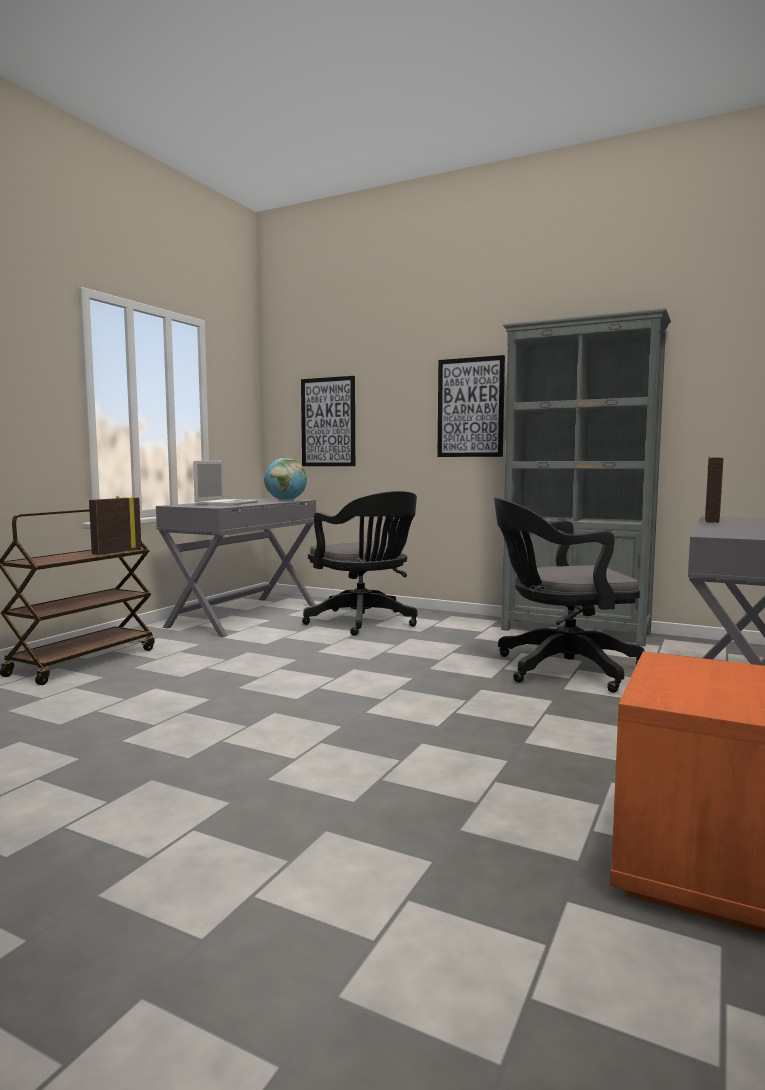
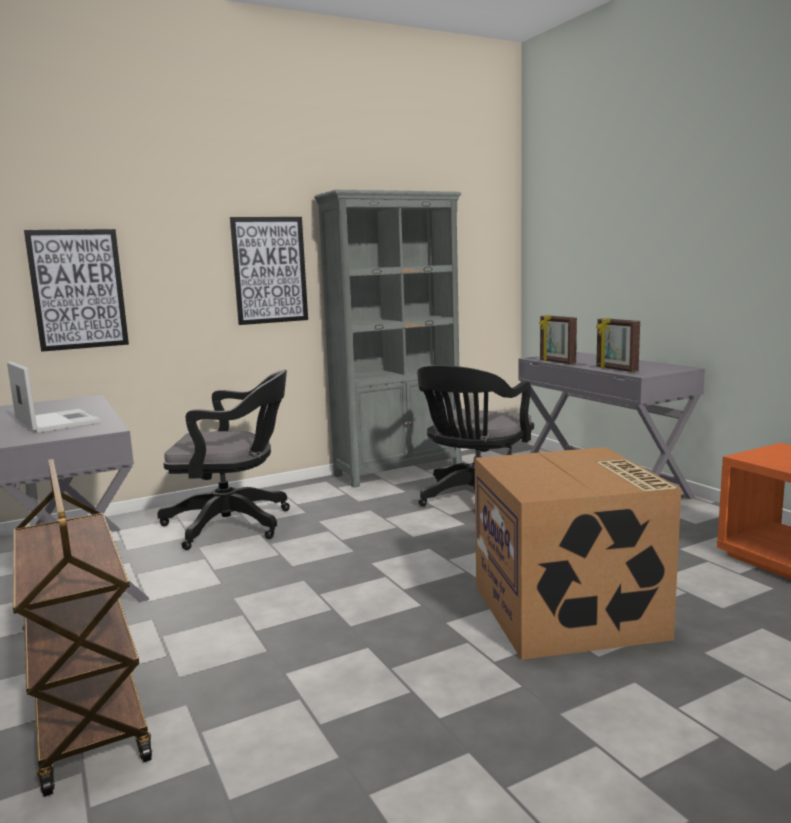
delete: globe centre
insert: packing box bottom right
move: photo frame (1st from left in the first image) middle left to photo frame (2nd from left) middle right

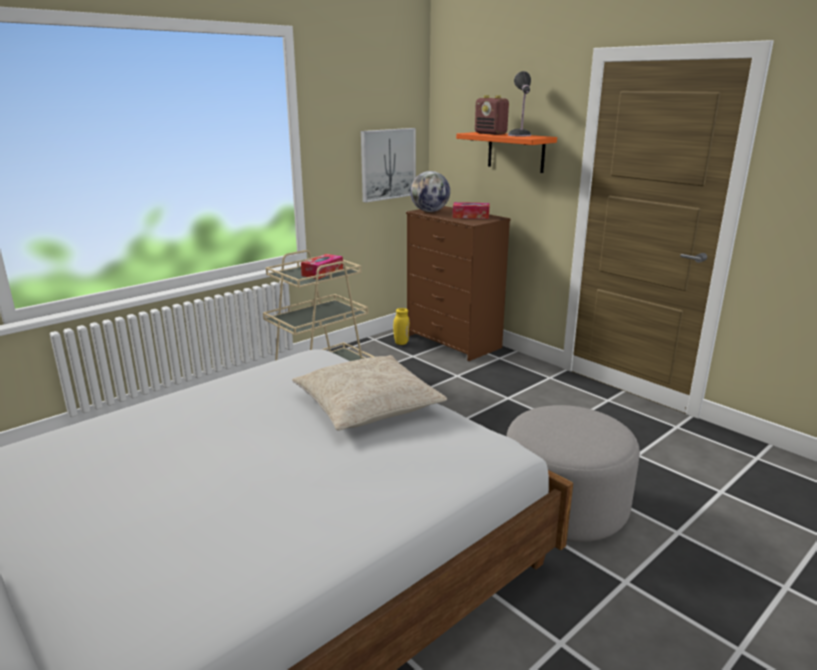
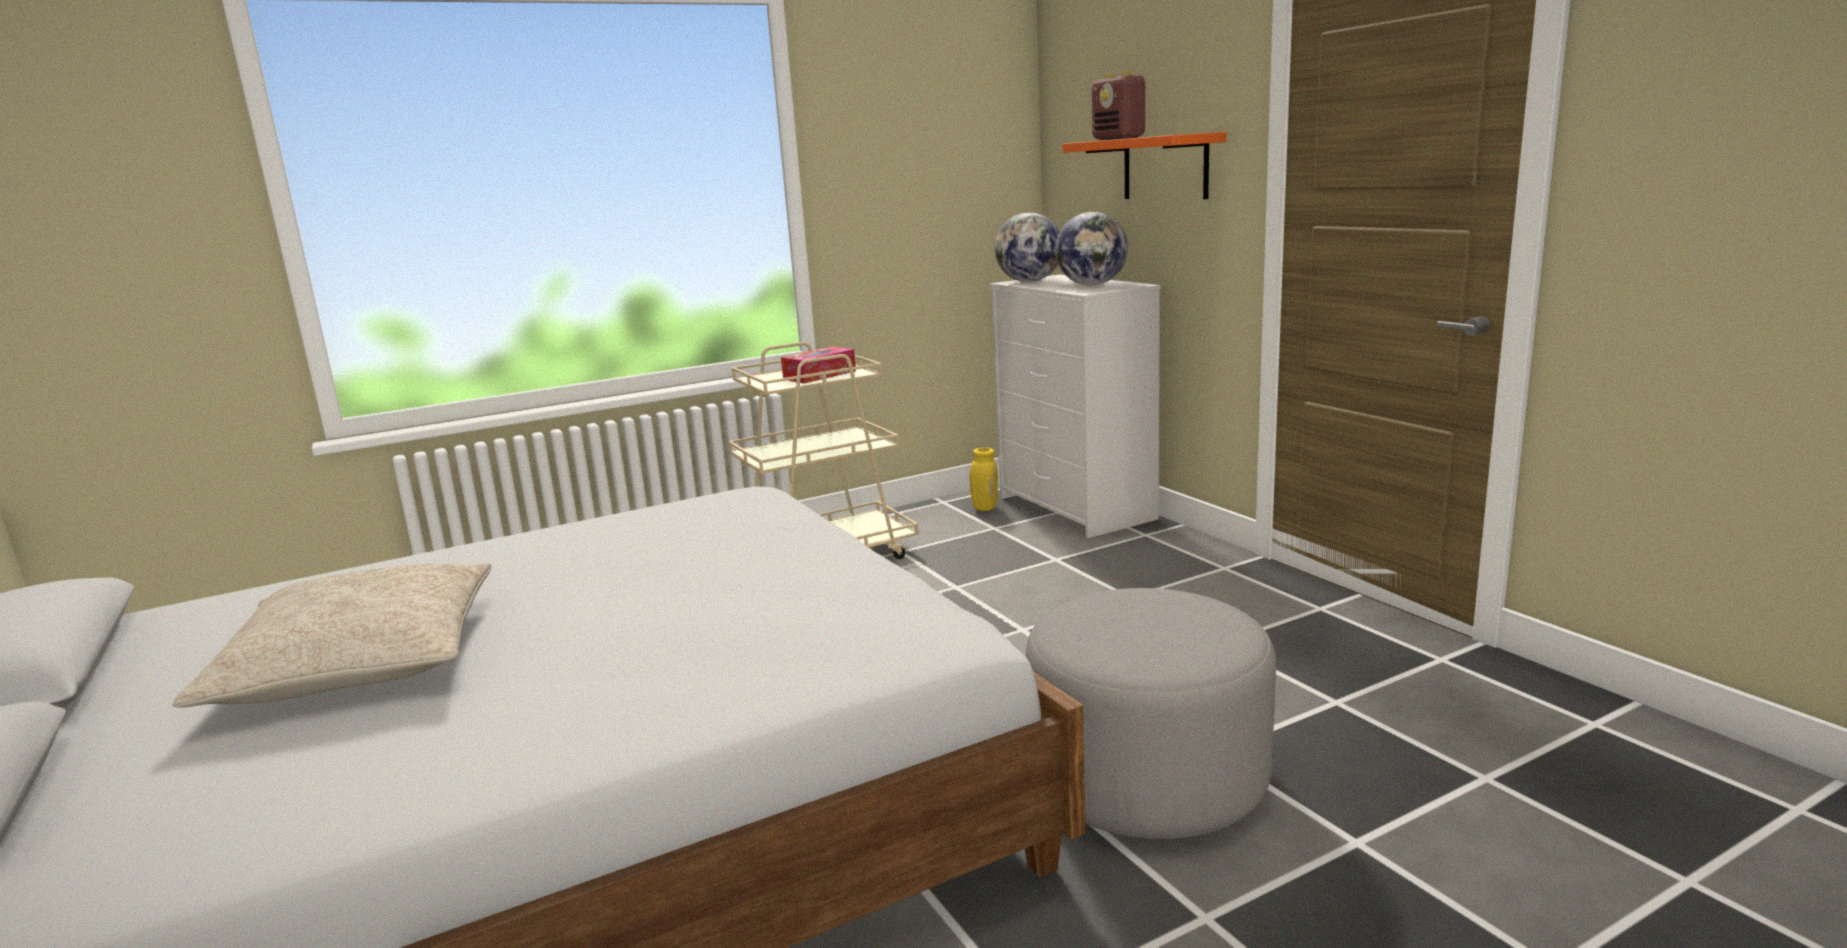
delete: picture top centre; lamp for a table top centre
move: beige-coloured throw pillow centre to bottom left
replace: tissue holder (2nd from left) top centre to globe (2nd from left) top centre
recolor: brownish drawer chest centre to white drawer chest centre

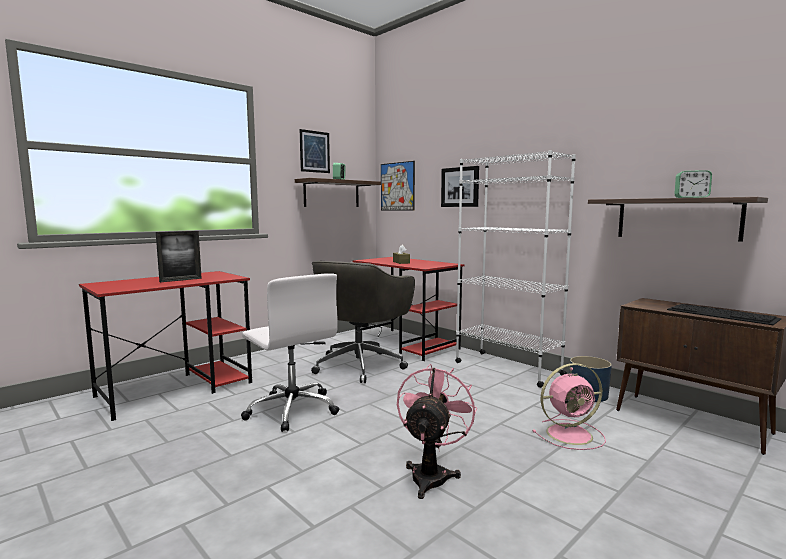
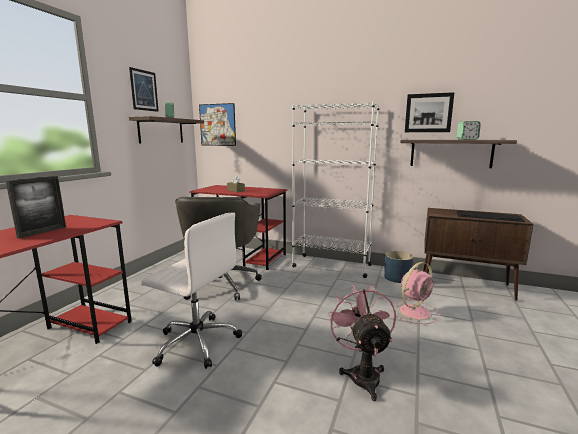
move: picture (3rd from left) top centre to top right

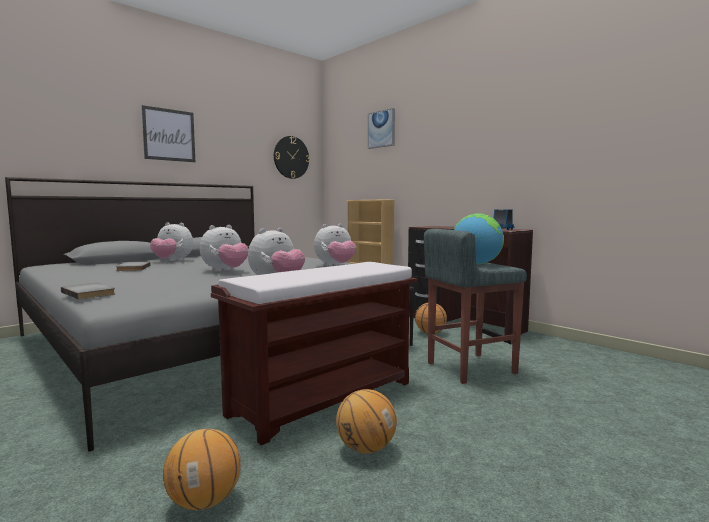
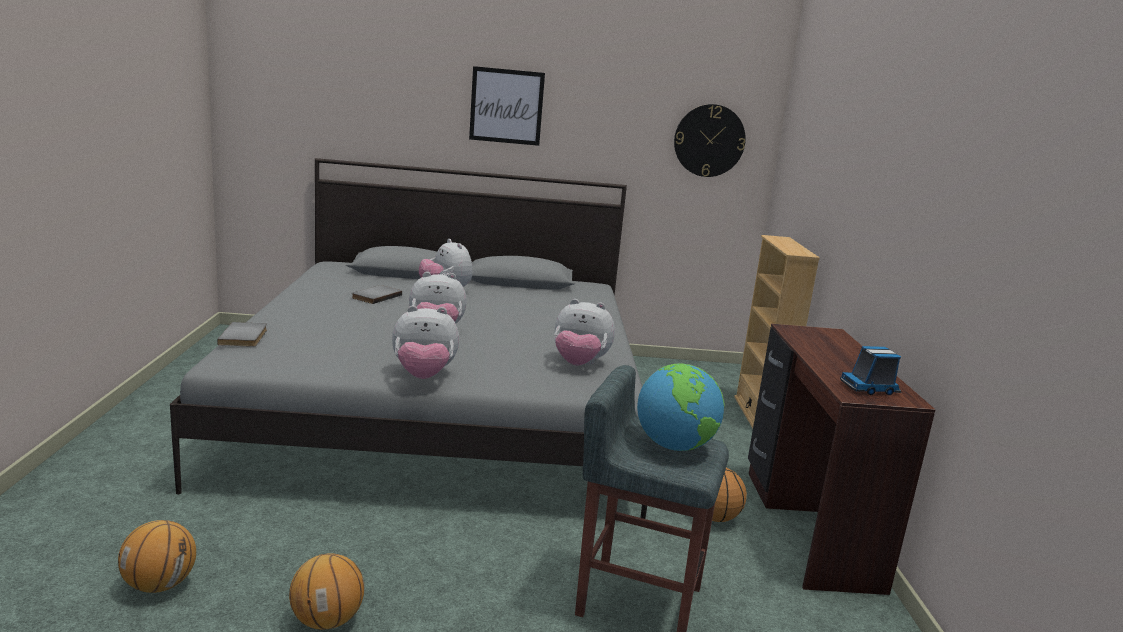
delete: brownish long seat bottom centre; picture (2nd from left) top centre

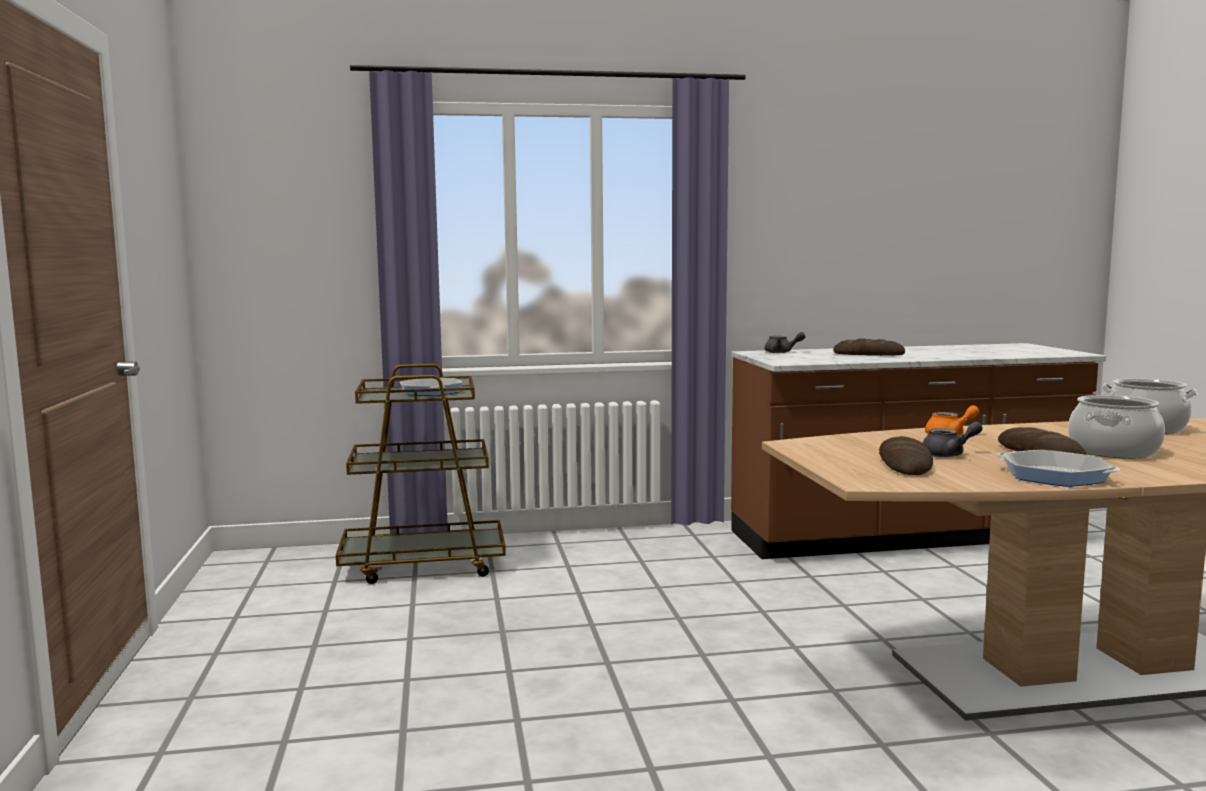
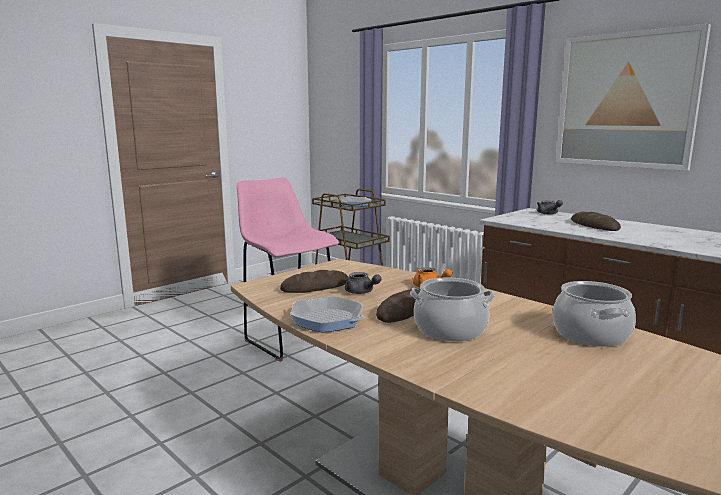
insert: pink stool centre; picture top right
rotate: pan (2nd from left in the first image) middle right = centre 60 degrees counterclockwise

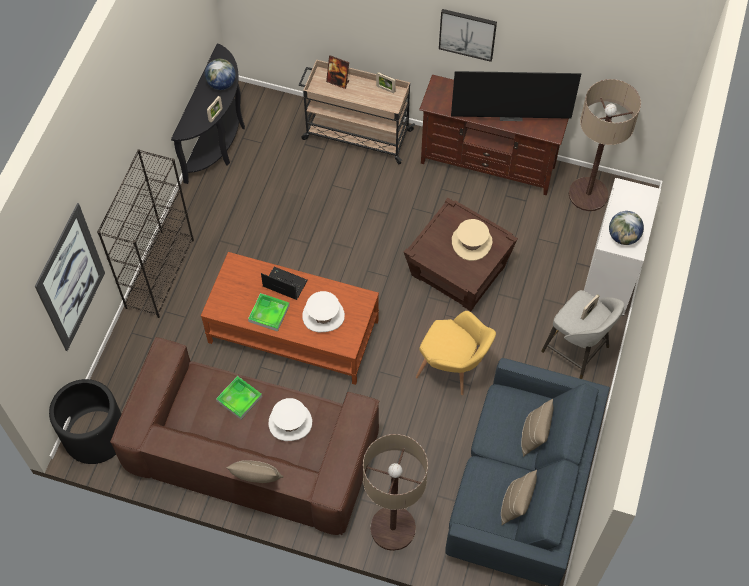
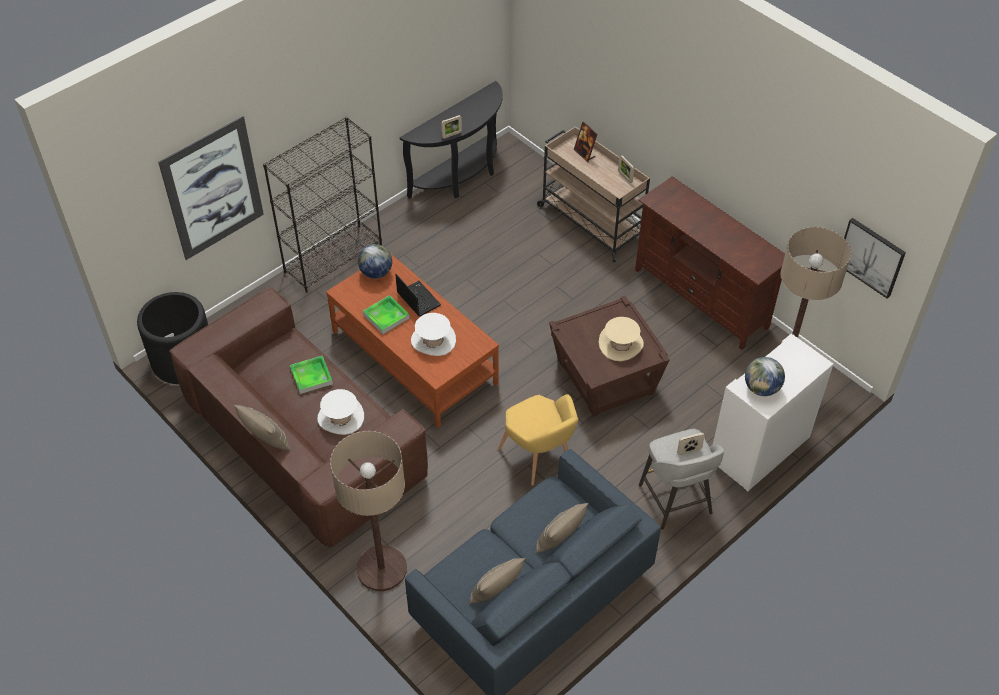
delete: TV top right
move: globe (1st from left) top left to centre; picture (2nd from left) top centre to middle right

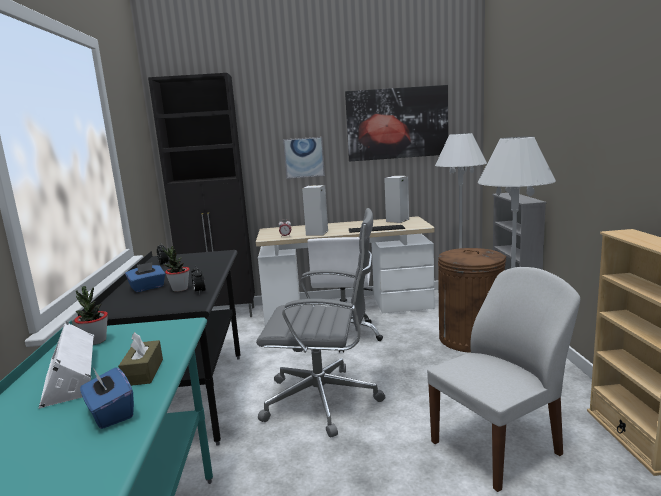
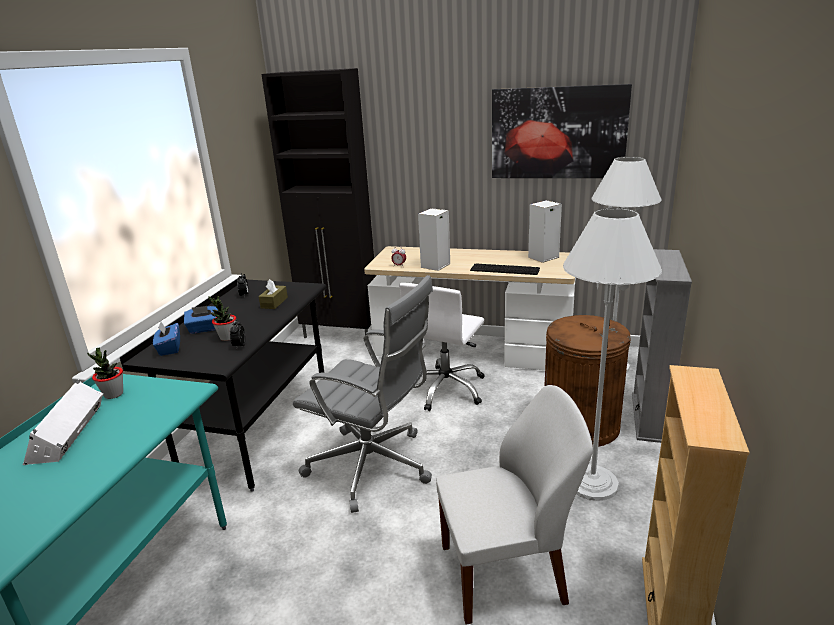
delete: picture (1st from left) top centre
move: bluish tissue holder (1st from left) bottom left to middle left; brownish tissue holder bottom left to middle left

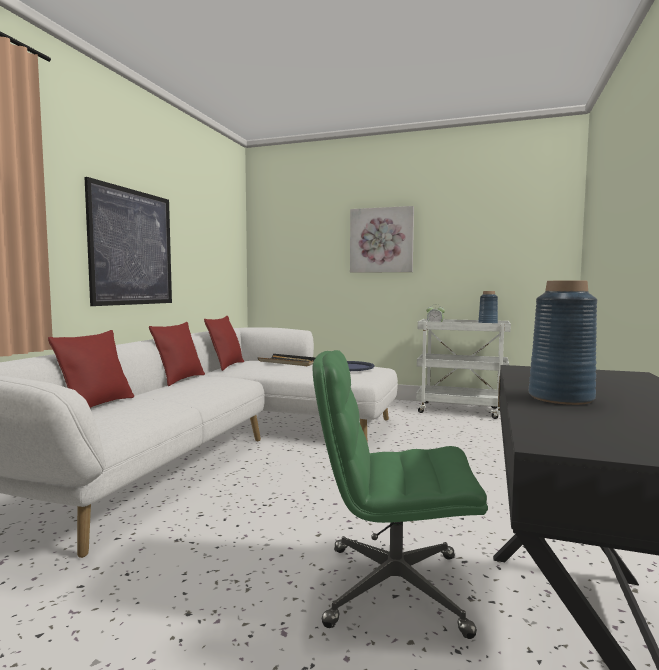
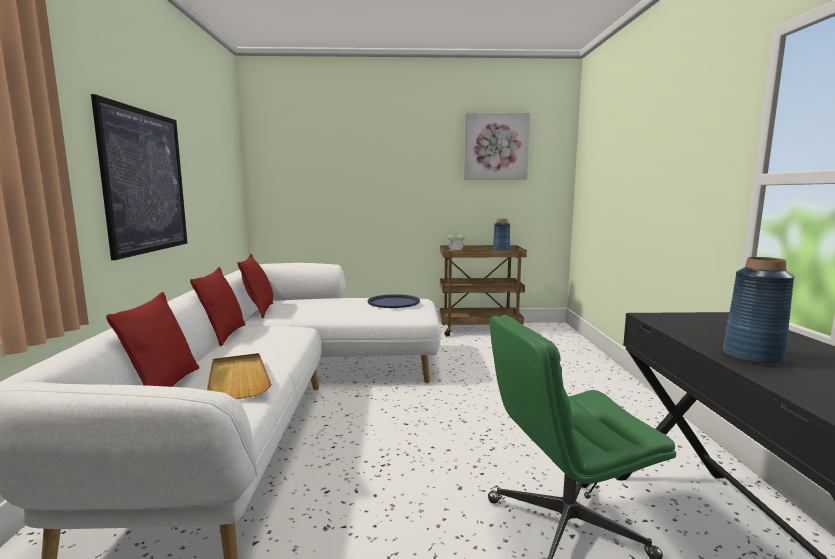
delete: black-coloured serving tray centre
insert: beige-coloured serving tray bottom left
move: picture (2nd from left) centre to top centre
recolor: white trolley middle right to brownish trolley centre

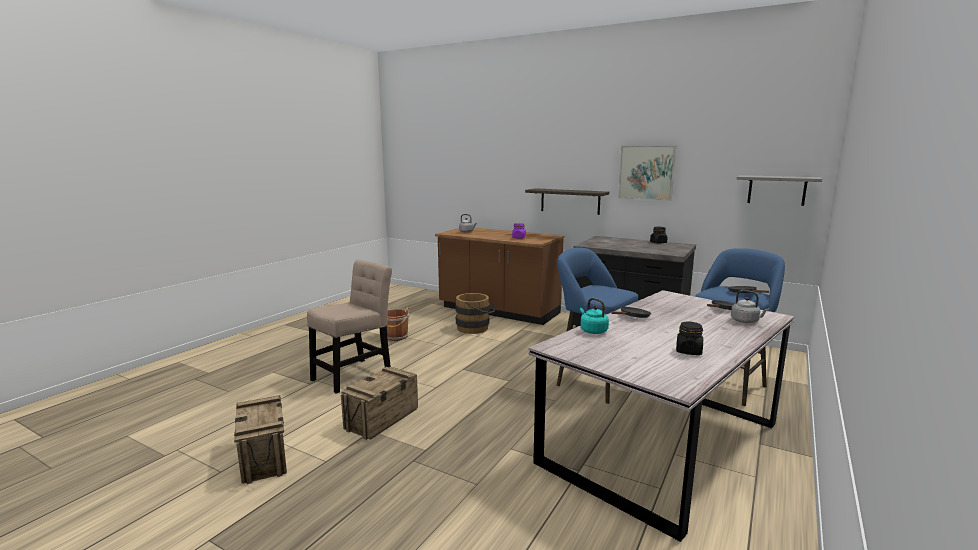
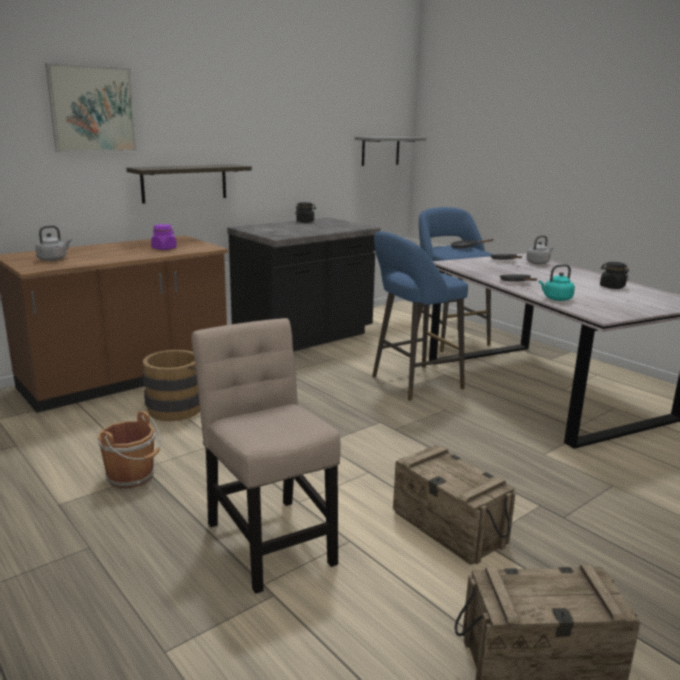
move: picture top centre to top left

